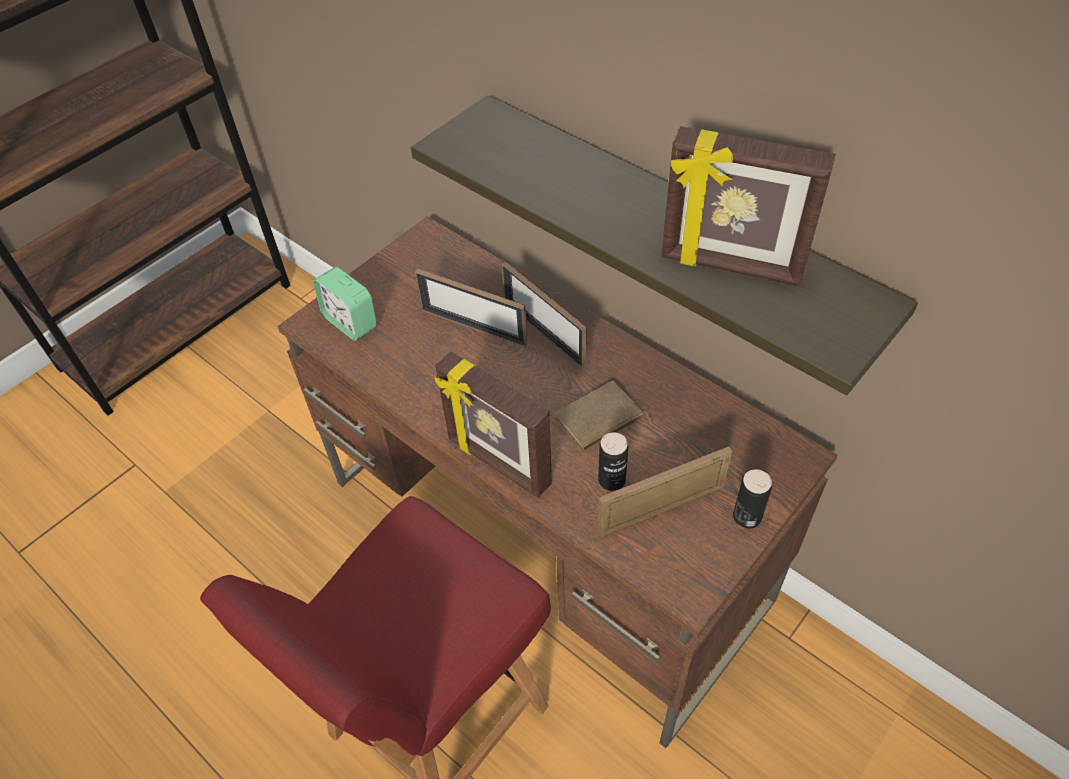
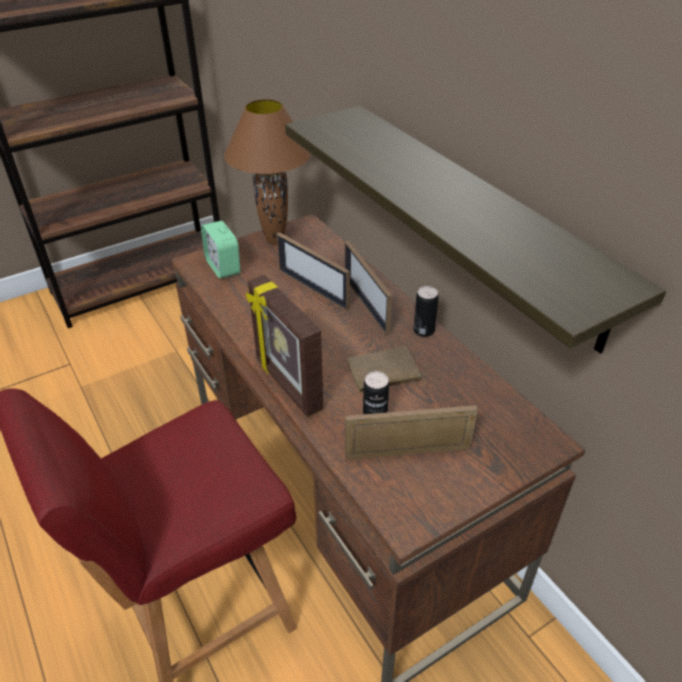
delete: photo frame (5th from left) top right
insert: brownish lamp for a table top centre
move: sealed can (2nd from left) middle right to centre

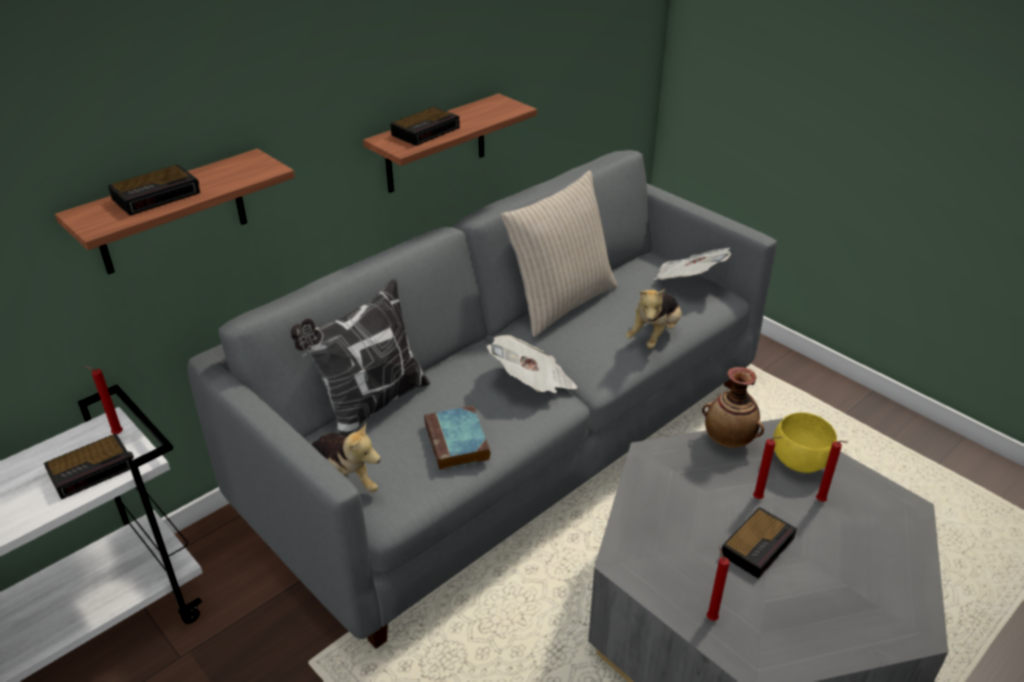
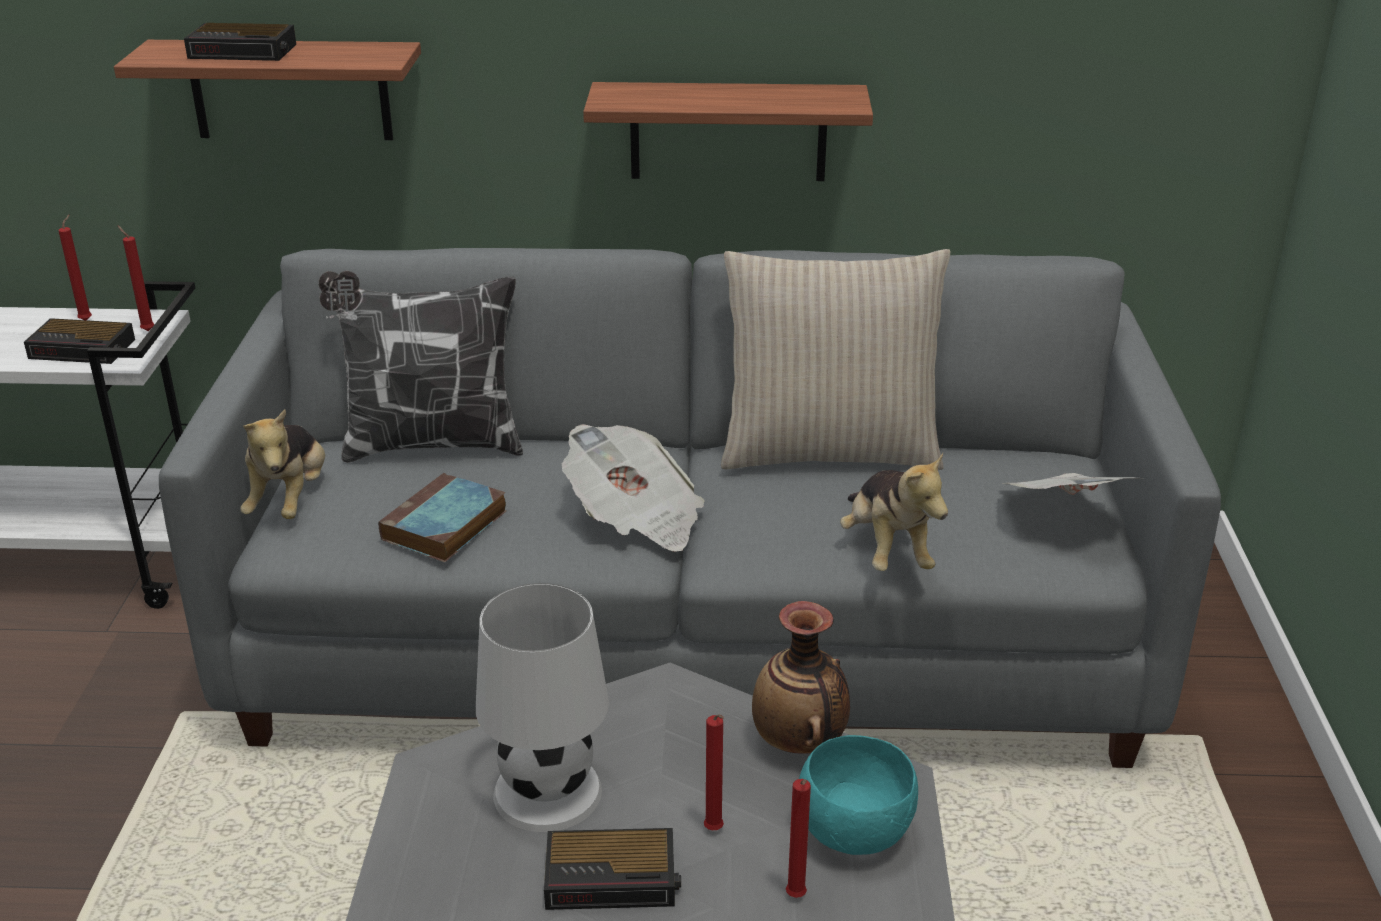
delete: alarm clock (3rd from left) top centre
insert: white lamp for a table bottom centre
move: red-coloured wax light (2nd from left in the first image) bottom right to red-coloured wax light (1st from left) top left
recolor: yellow bowl middle right to turquoise bowl bottom centre
rotate: soft toy (2nd from left) centre = centre 90 degrees counterclockwise

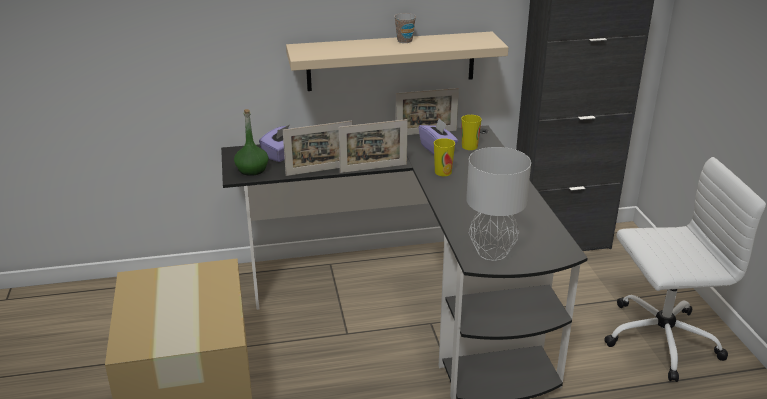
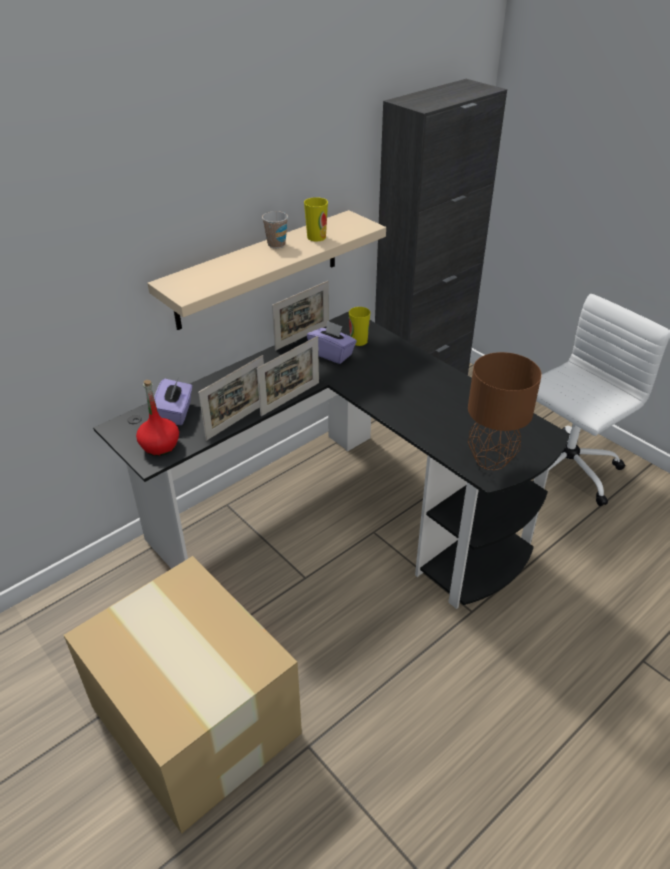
move: cup (2nd from left) centre to top centre
recolor: green bottle middle left to red-coloured bottle middle left; grey lamp for a table centre to brownish lamp for a table middle right

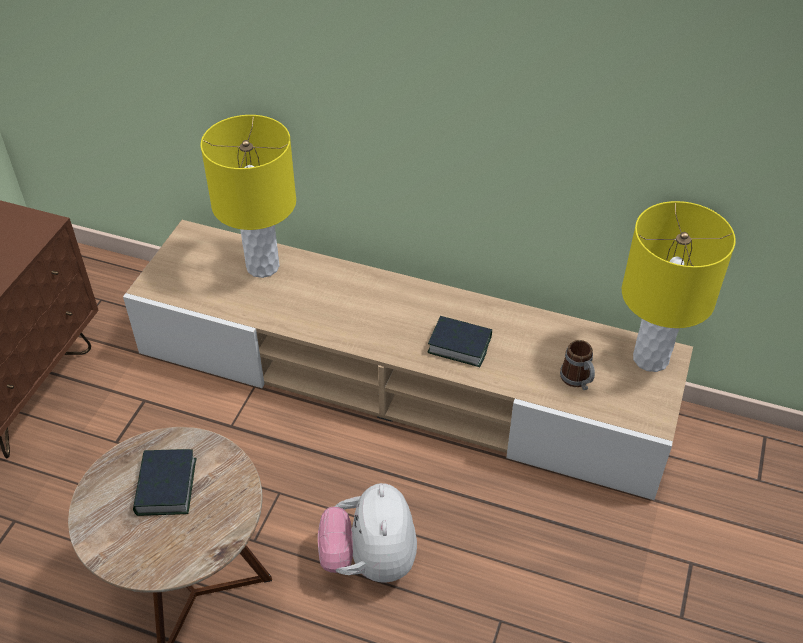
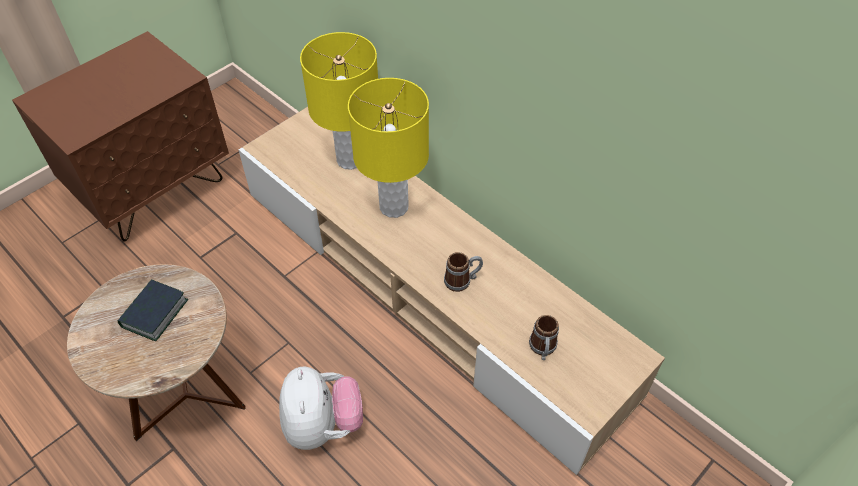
move: yellow lamp for a table (2nd from left) middle right to top centre
replace: volume (2nd from left) centre to coffee mug (1st from left) centre
rotate: soft toy bottom centre = bottom centre 150 degrees clockwise

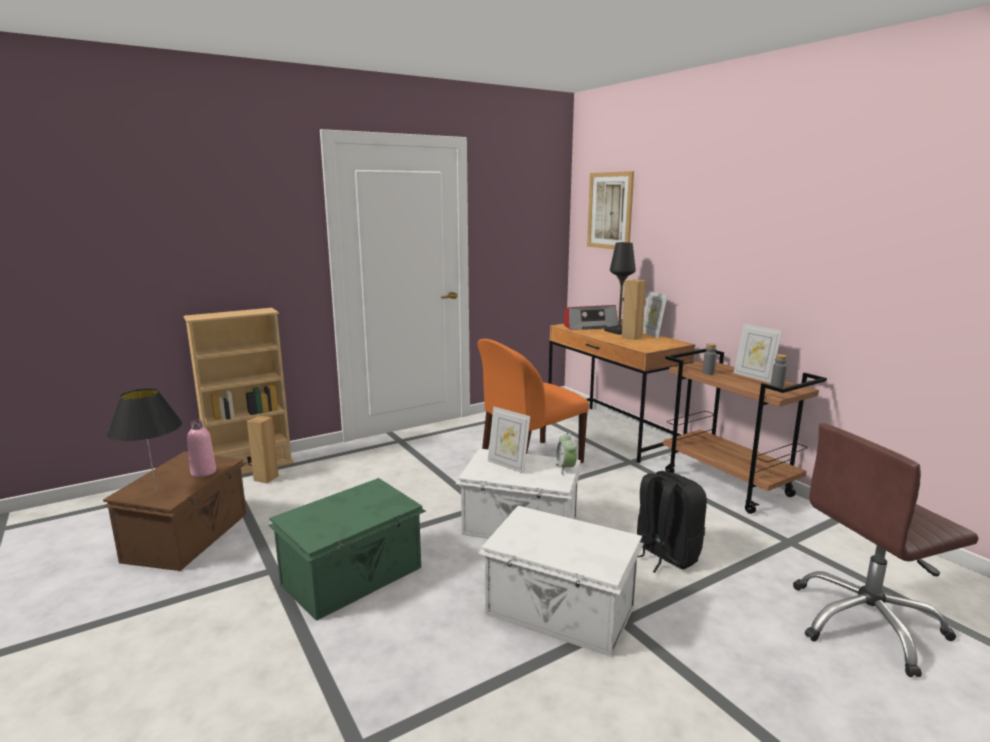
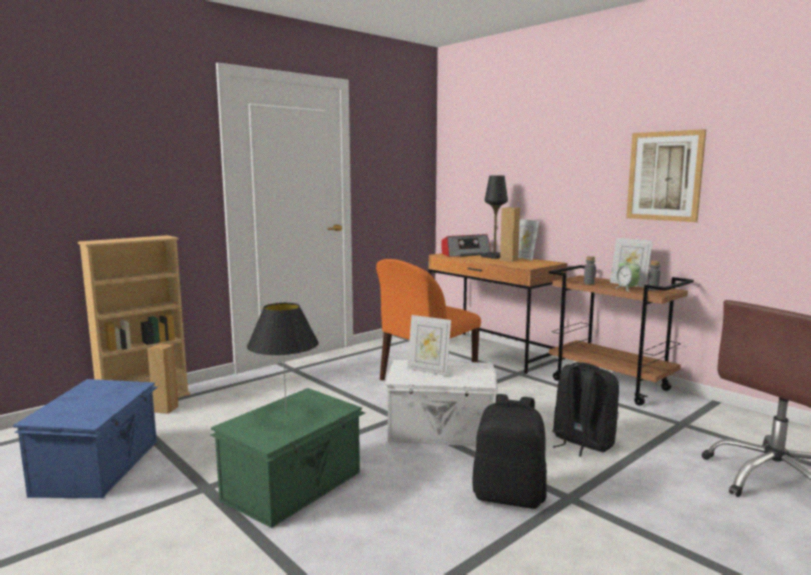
delete: pink bottle middle left
move: black-coloured lamp for a table (1st from left) middle left to centre; alarm clock centre to middle right; picture top centre to top right
replace: white storage bin (2nd from left) bottom centre to black-coloured backpack (1st from left) bottom centre
recolor: brownish storage bin bottom left to bluish storage bin bottom left

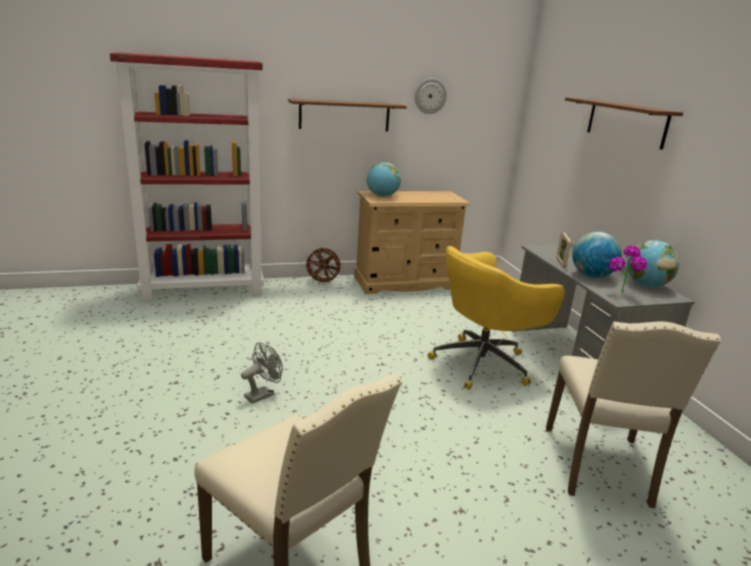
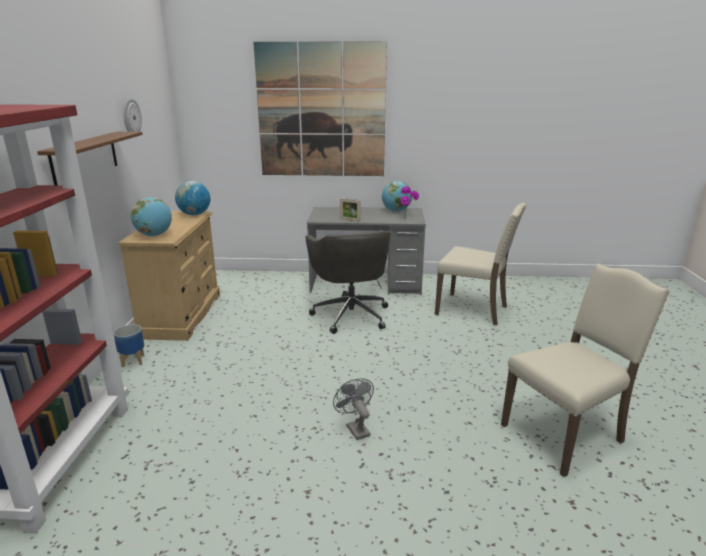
move: globe (2nd from left) middle right to middle left
replace: brownish fan centre to planter middle left; brownish bracket shelf (2nd from left) top right to picture top centre
recolor: yellow desk chair centre to grey desk chair centre

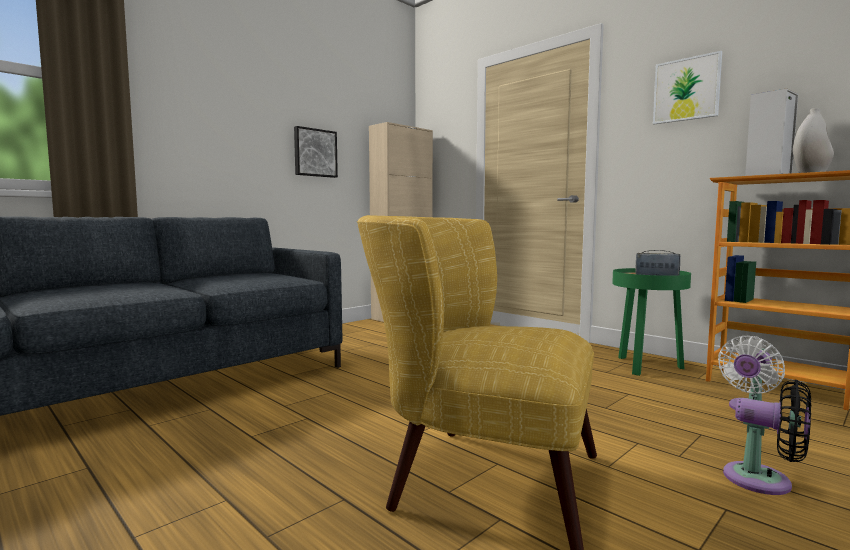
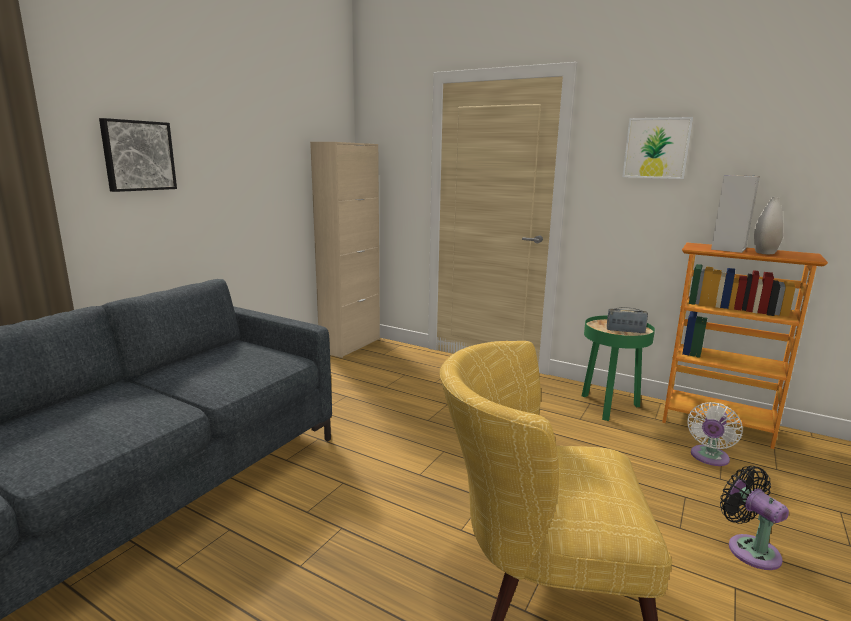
move: picture (1st from left) top centre to top left
rotate: black-coloured fan bottom right = bottom right 135 degrees counterclockwise

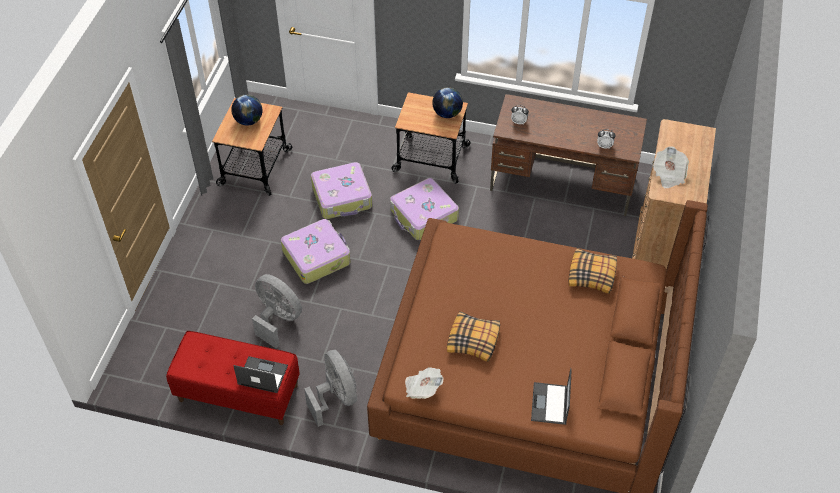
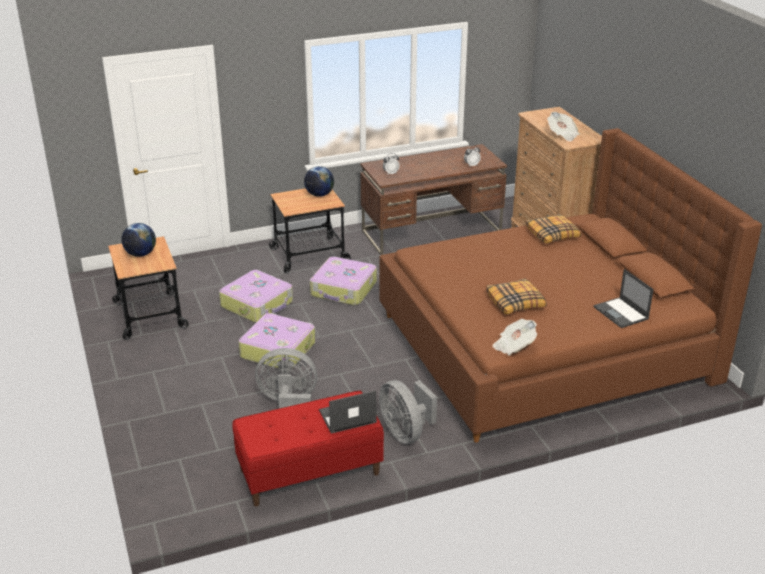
rotate: grey fan (2nd from left) bottom centre = bottom centre 150 degrees counterclockwise

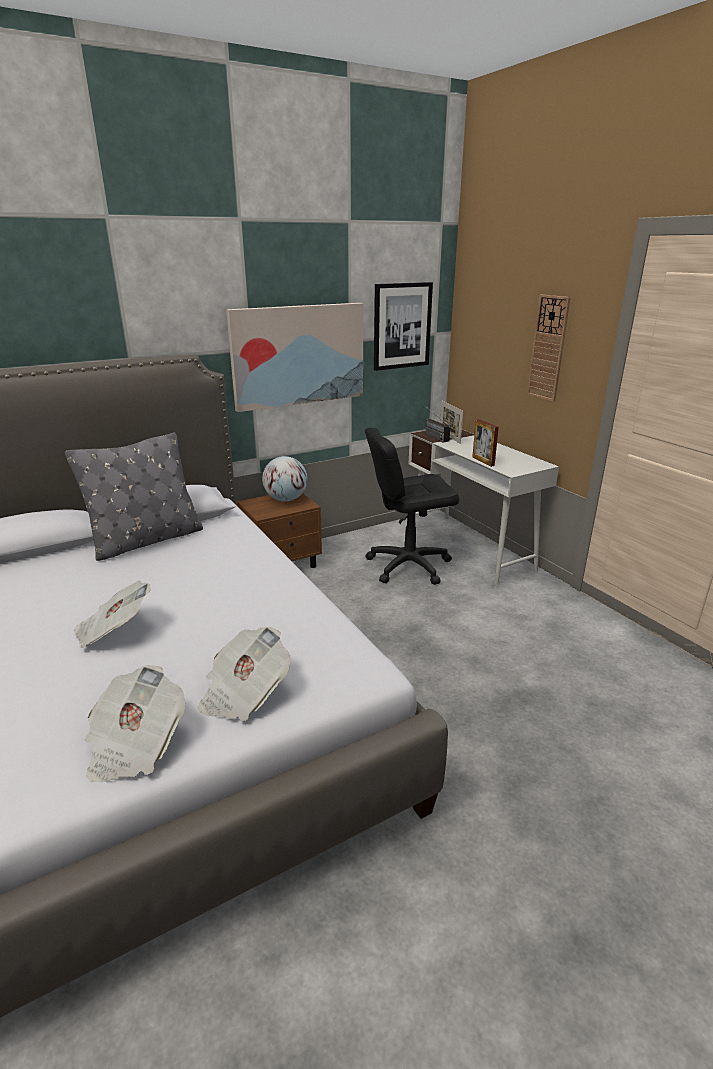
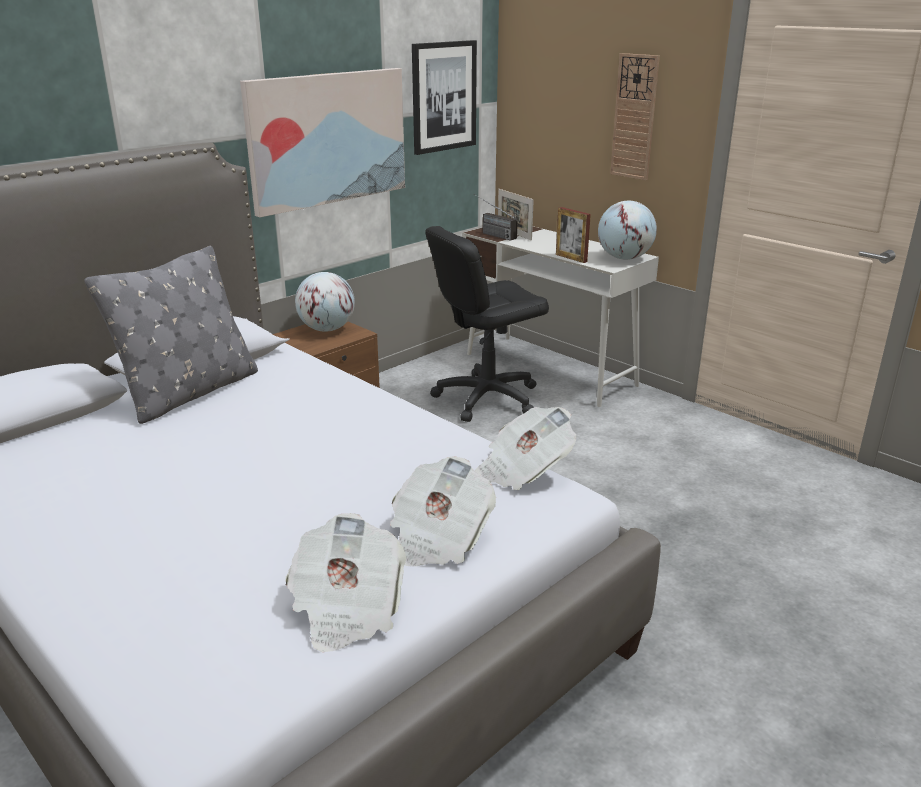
insert: globe (2nd from left) top right
move: newspaper (1st from left in the first image) middle left to newspaper (3rd from left) centre

